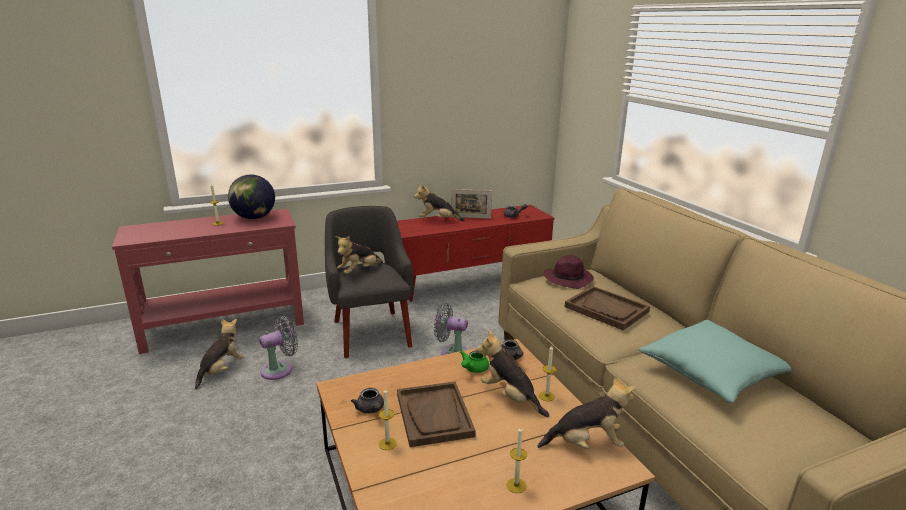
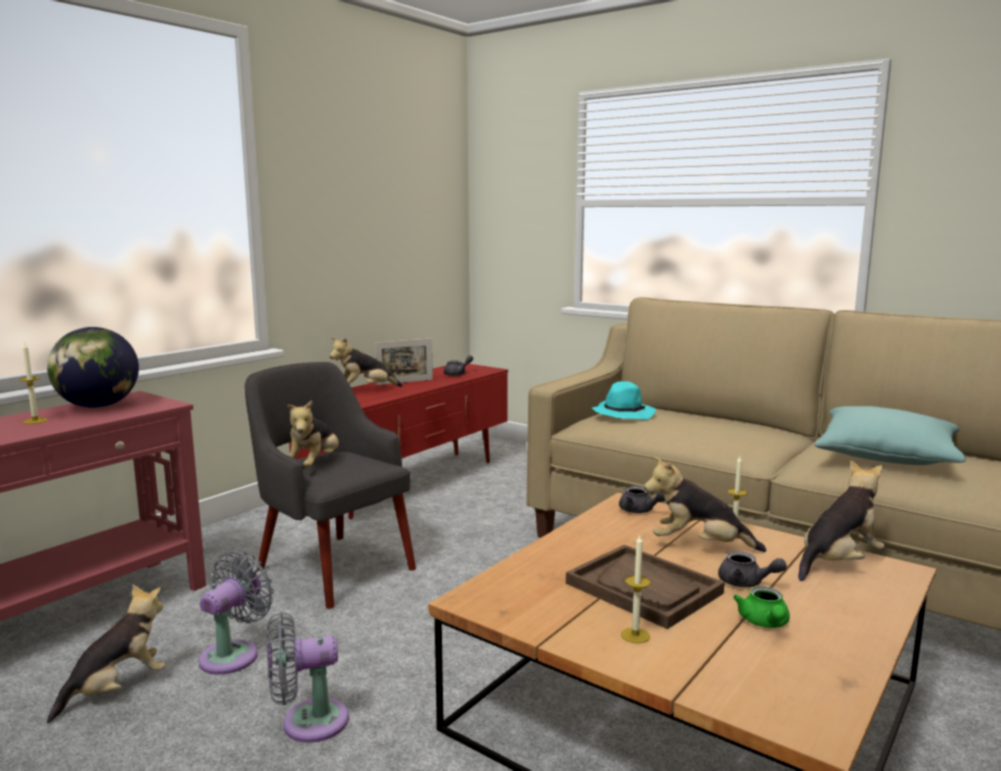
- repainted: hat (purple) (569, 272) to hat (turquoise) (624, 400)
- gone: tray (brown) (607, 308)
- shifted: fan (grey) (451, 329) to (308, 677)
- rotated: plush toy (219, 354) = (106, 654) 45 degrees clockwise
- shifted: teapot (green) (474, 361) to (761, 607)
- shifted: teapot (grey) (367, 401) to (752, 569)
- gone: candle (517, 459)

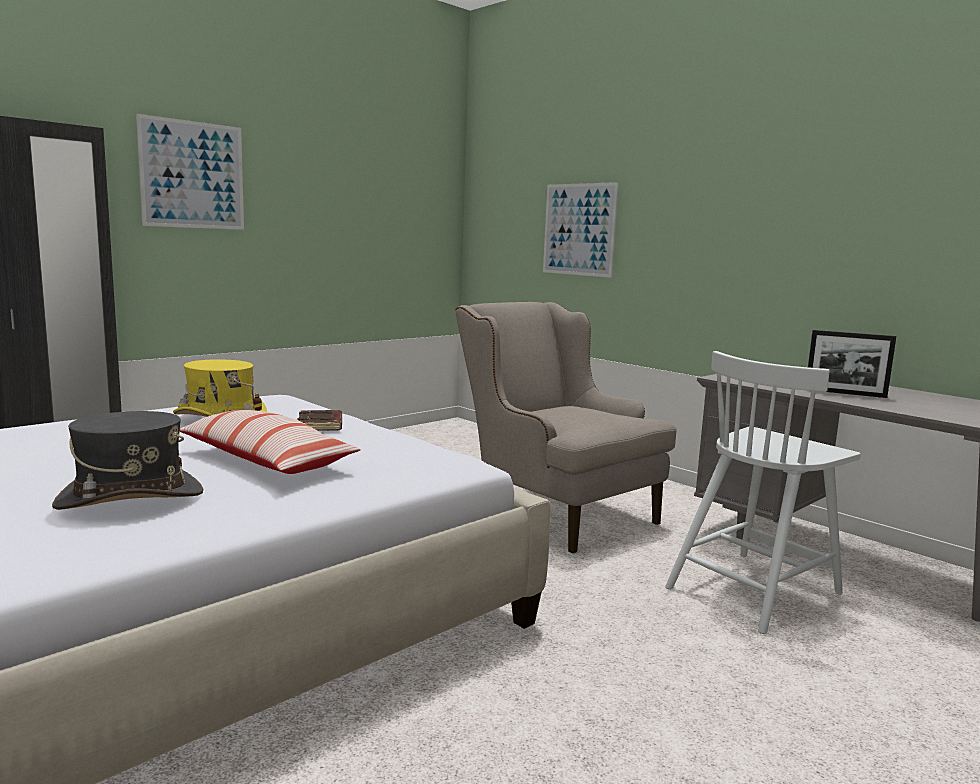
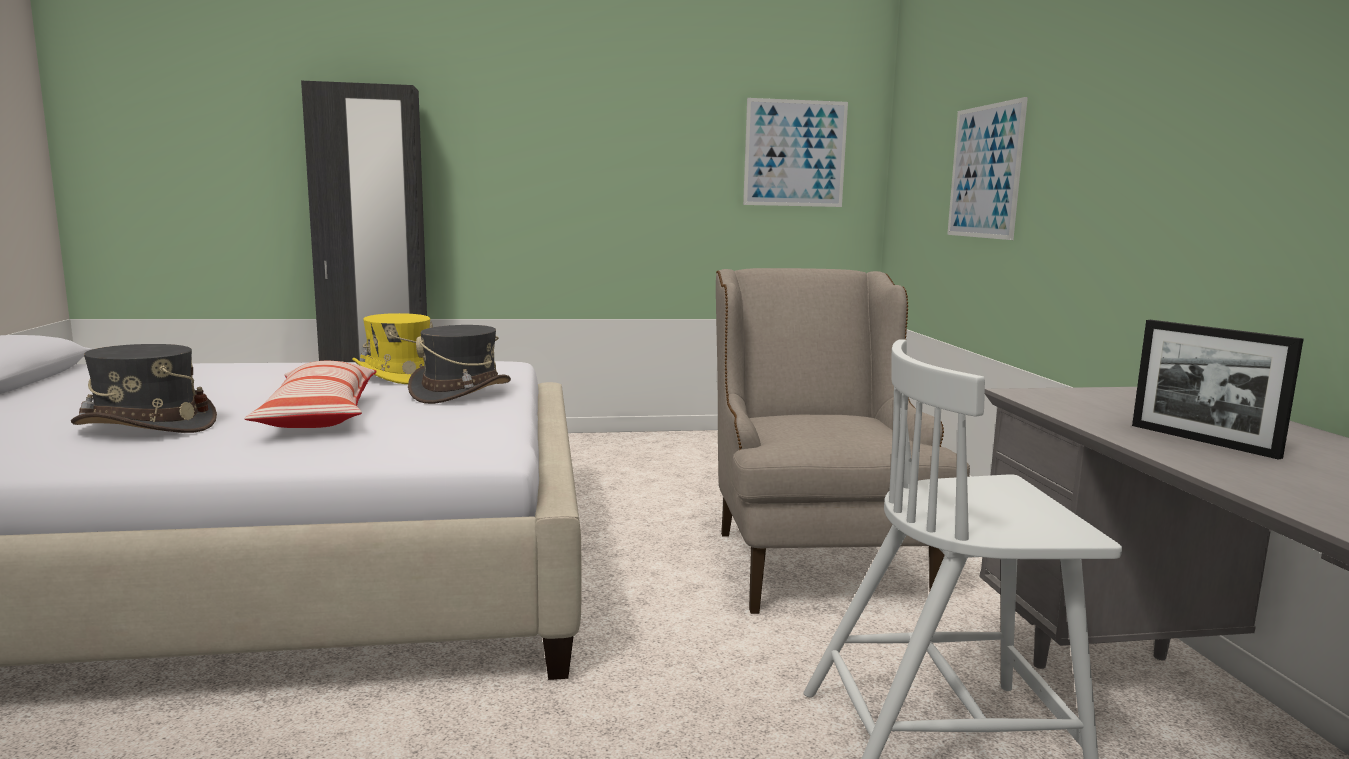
- shifted: picture (190, 172) to (795, 152)
- swapped: book (brown) (319, 420) to hat (grey) (459, 364)

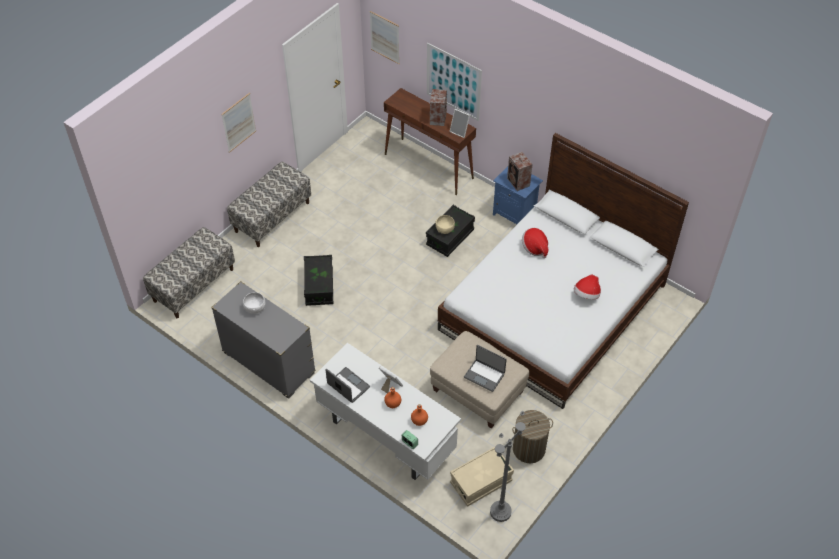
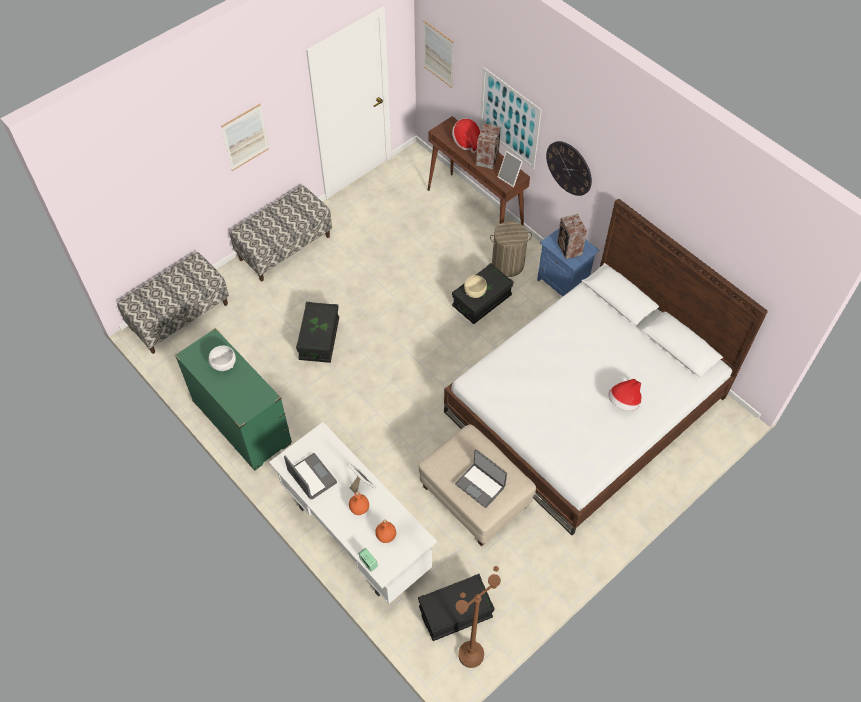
- shifted: hat (535, 243) to (466, 136)
- repainted: dresser (grey) (263, 340) to dresser (green) (233, 399)
- shifted: laundry basket (532, 436) to (511, 249)
- repainted: floor lamp (grey) (508, 466) to floor lamp (brown) (478, 617)
- repainted: storage box (beige) (482, 477) to storage box (black) (456, 607)
- new: wall clock (569, 168)

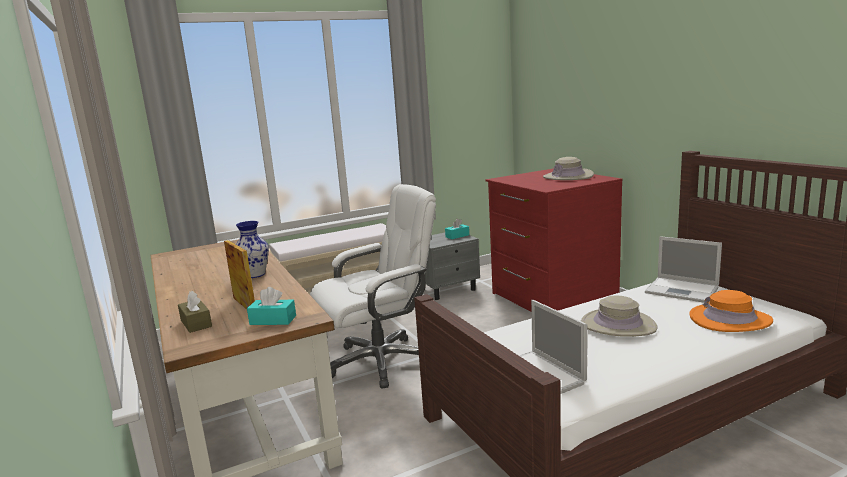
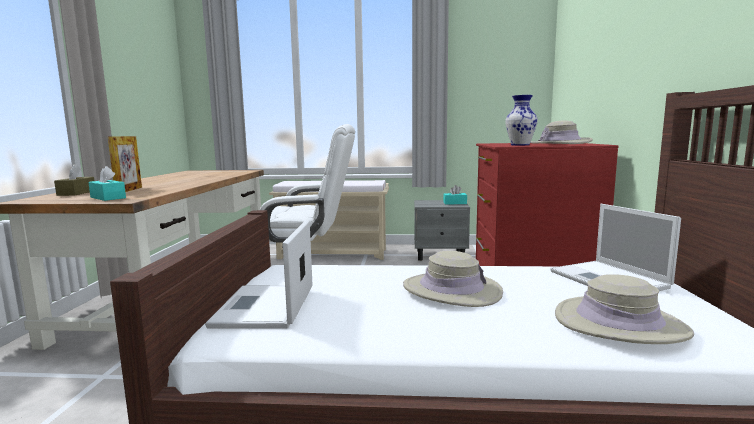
- shifted: vase (252, 249) to (521, 120)
- repainted: hat (orange) (731, 311) to hat (beige) (624, 309)

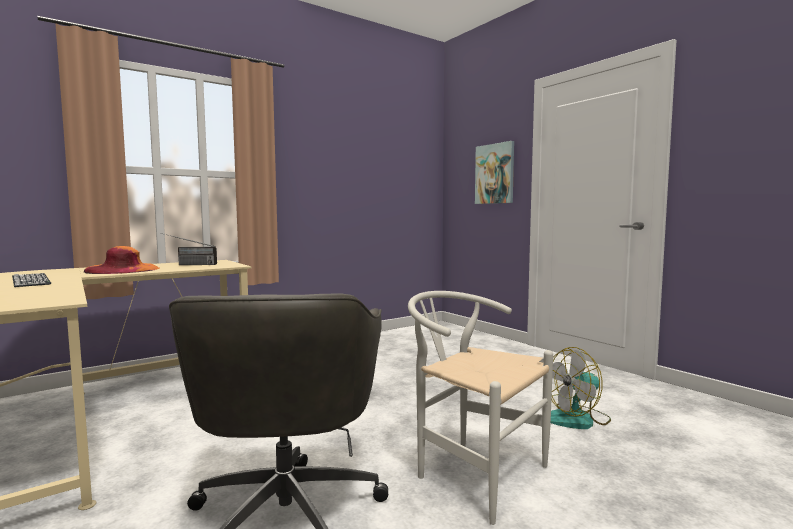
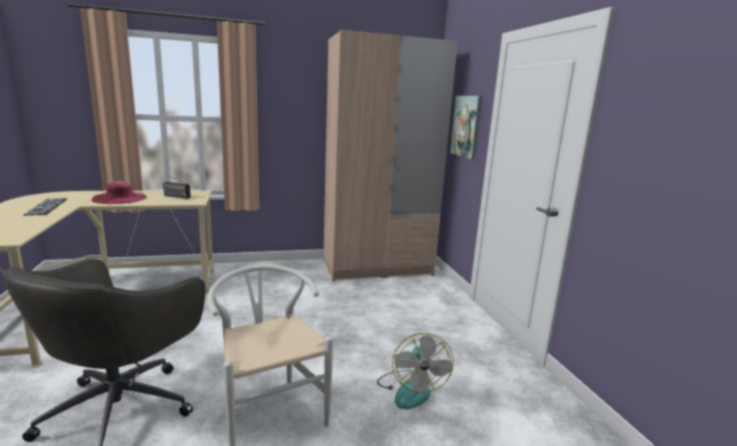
- repainted: hat (orange) (121, 260) to hat (pink) (119, 192)
- rotated: fan (581, 388) = (415, 371) 90 degrees counterclockwise
- new: wardrobe (beige) (390, 155)

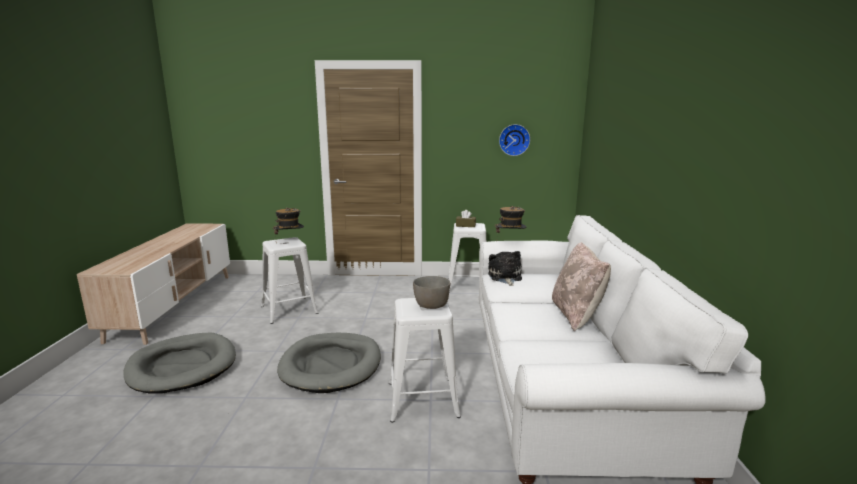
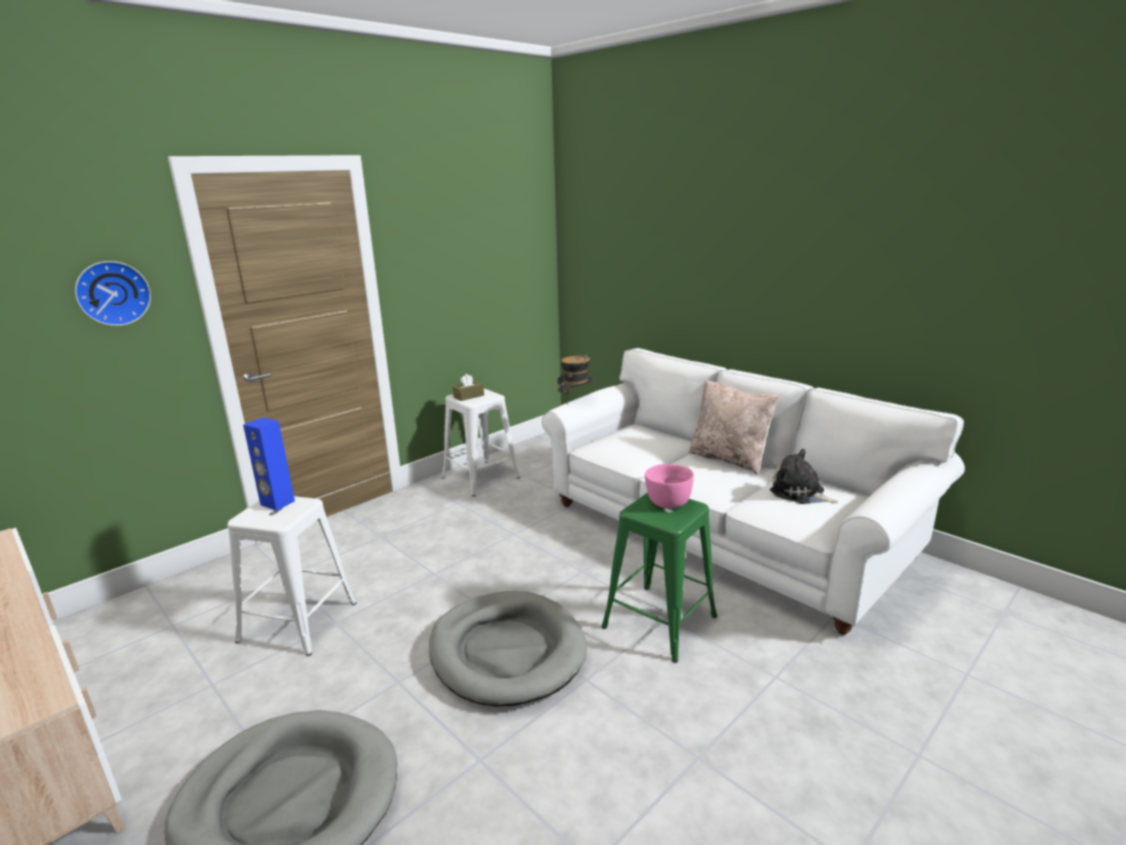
- shifted: wall clock (514, 140) to (113, 293)
- swapped: hat (288, 222) to speaker (blue) (269, 464)
- shifted: plush toy (505, 268) to (804, 476)
- repainted: bowl (grey) (432, 292) to bowl (pink) (669, 486)
- repainted: stool (white) (425, 360) to stool (green) (659, 577)

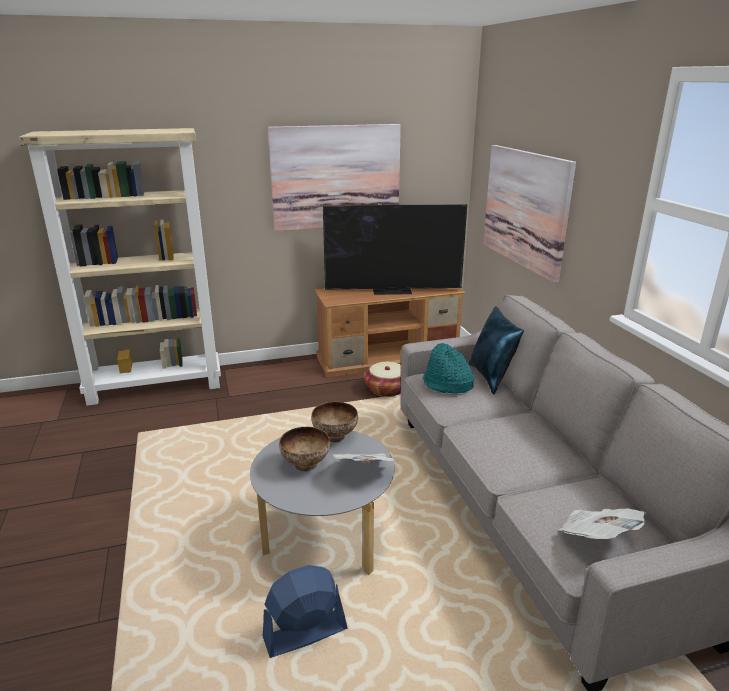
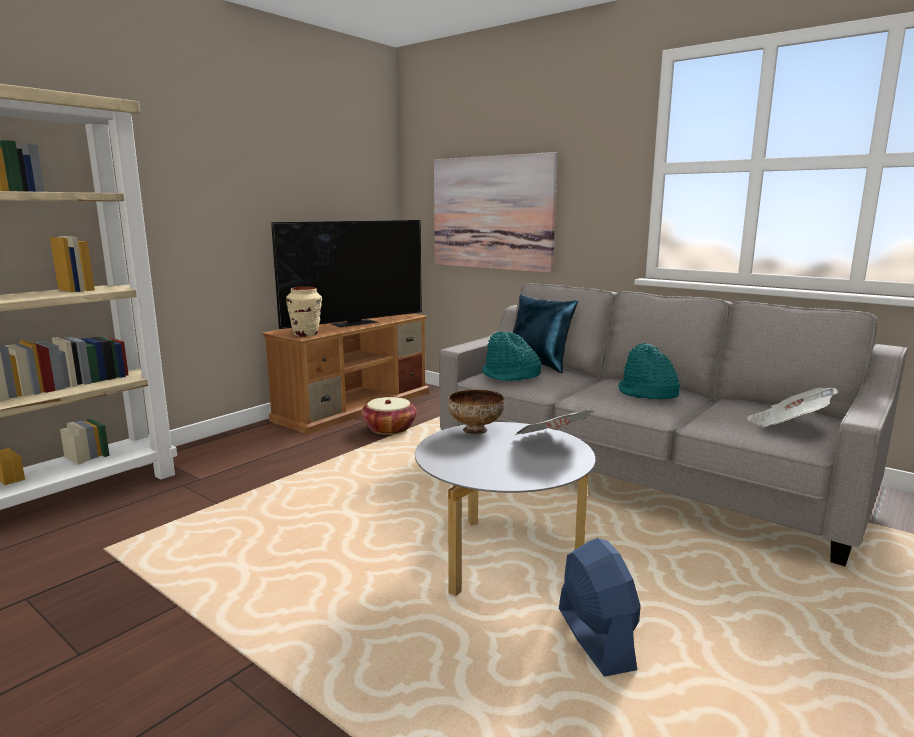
- gone: picture (334, 177)
- gone: bowl (304, 449)
- rotated: fan (blue) (305, 611) = (600, 607) 135 degrees clockwise
- new: vase (beige) (304, 311)
- new: hat (turquoise) (649, 371)

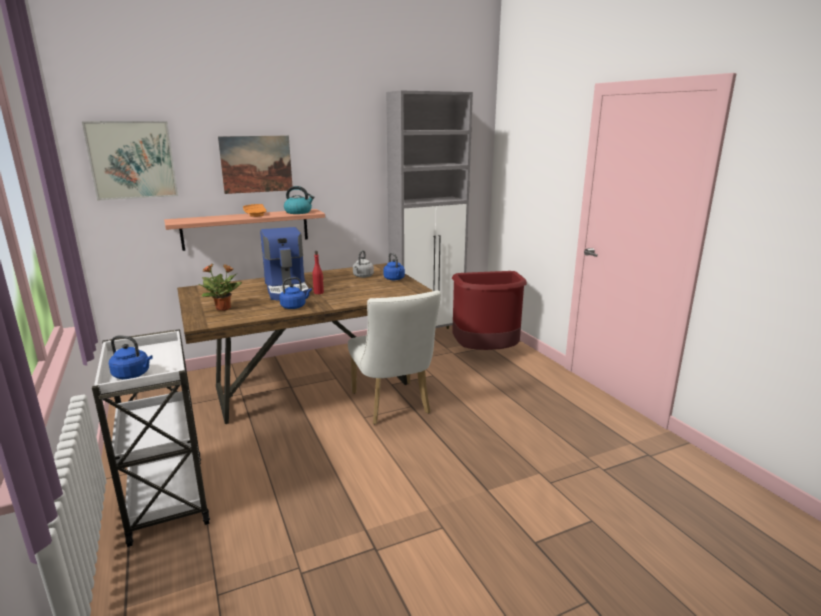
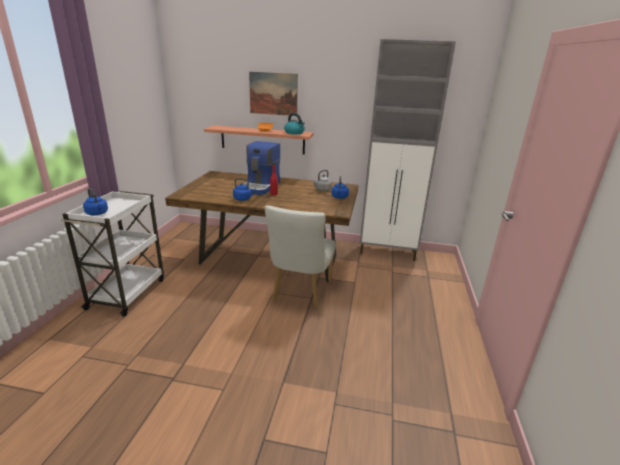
- gone: picture (130, 161)
- gone: potted plant (220, 287)
- gone: trash can (red) (489, 310)

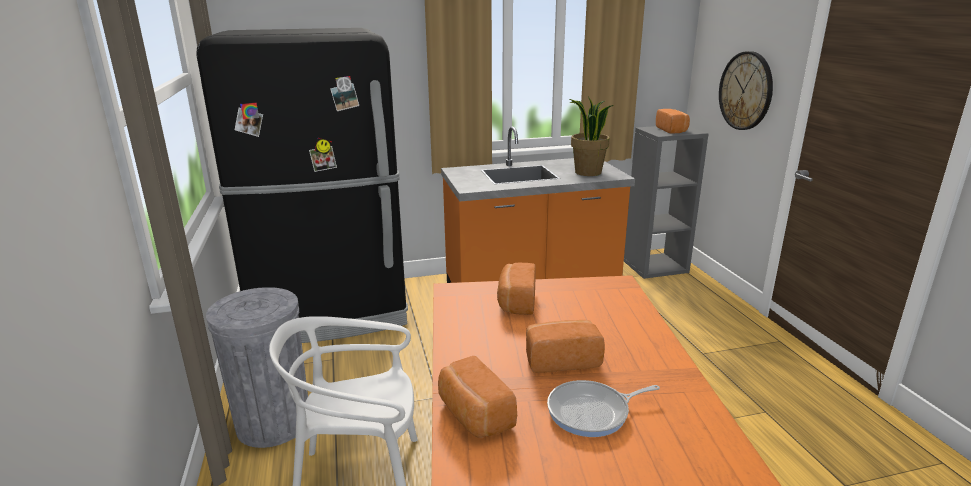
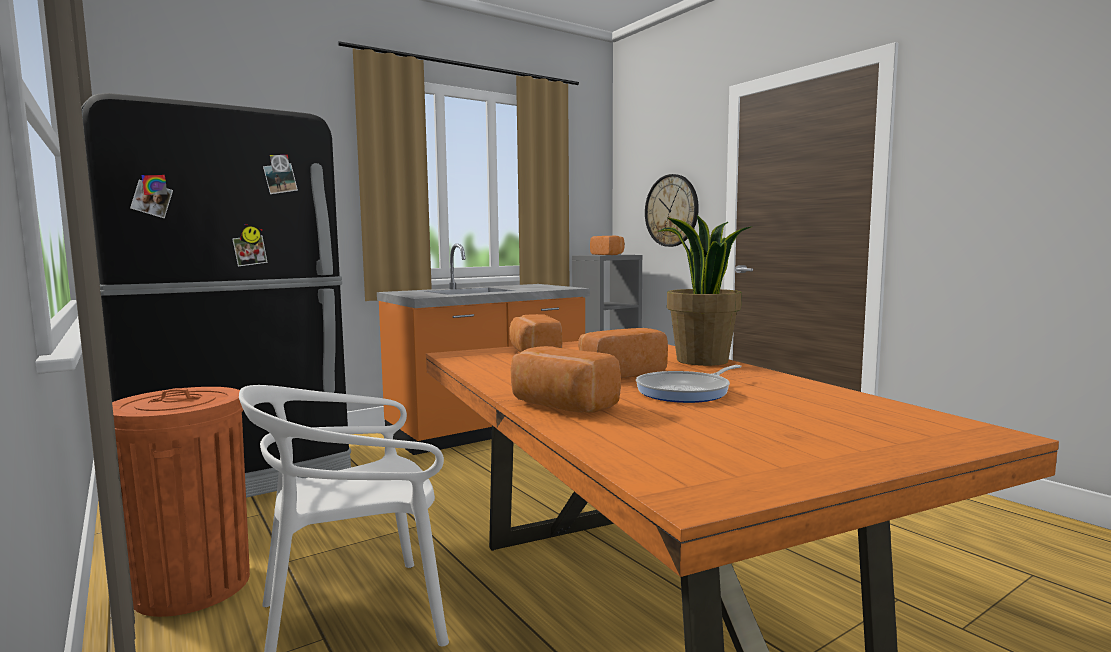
- shifted: potted plant (592, 136) to (705, 290)
- repainted: trash can (grey) (257, 367) to trash can (orange) (181, 502)

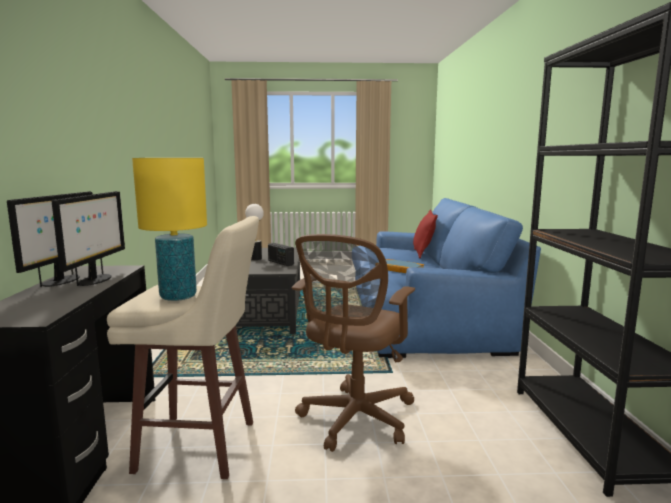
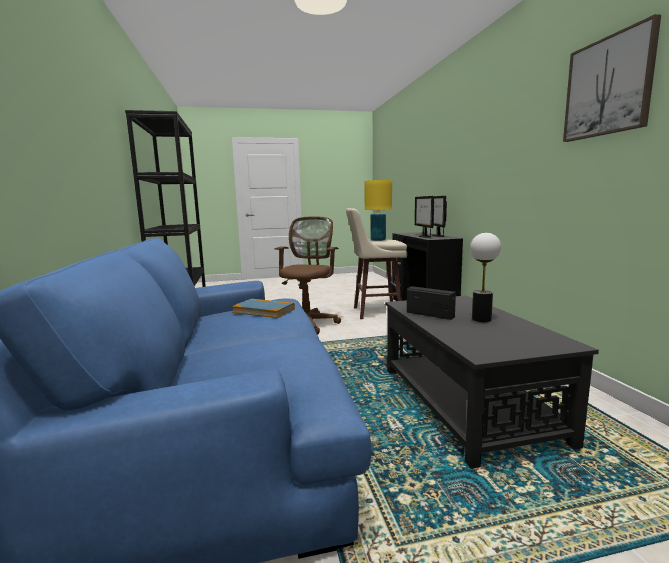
- gone: pillow (red) (425, 234)
- new: picture (612, 78)

